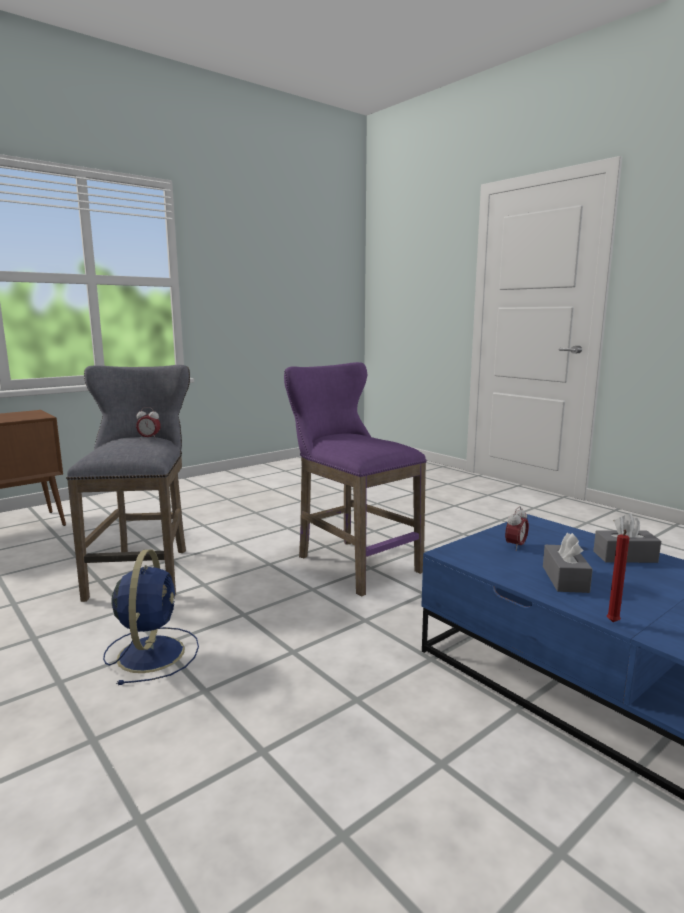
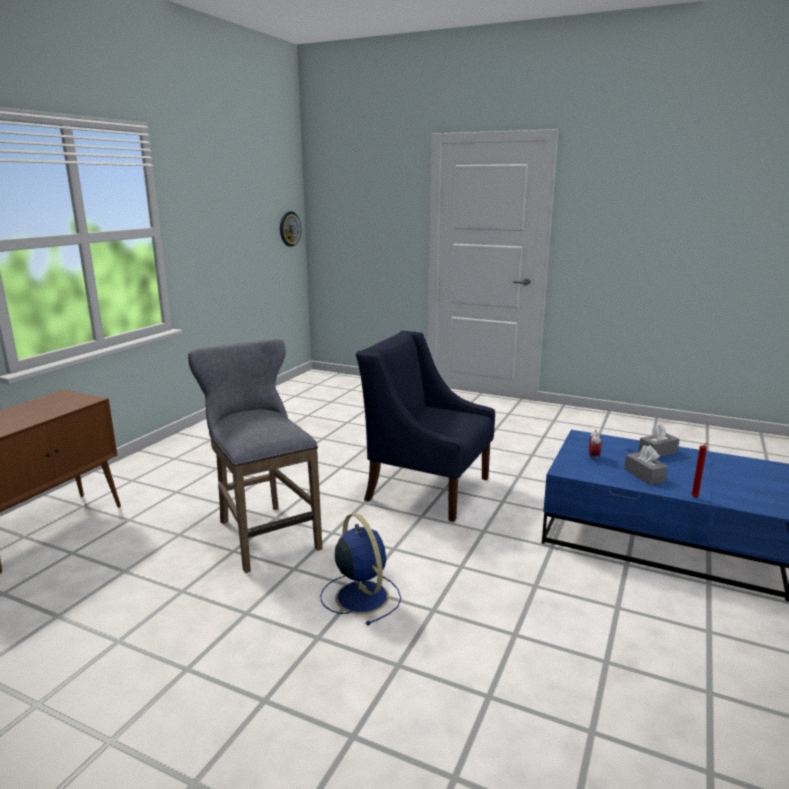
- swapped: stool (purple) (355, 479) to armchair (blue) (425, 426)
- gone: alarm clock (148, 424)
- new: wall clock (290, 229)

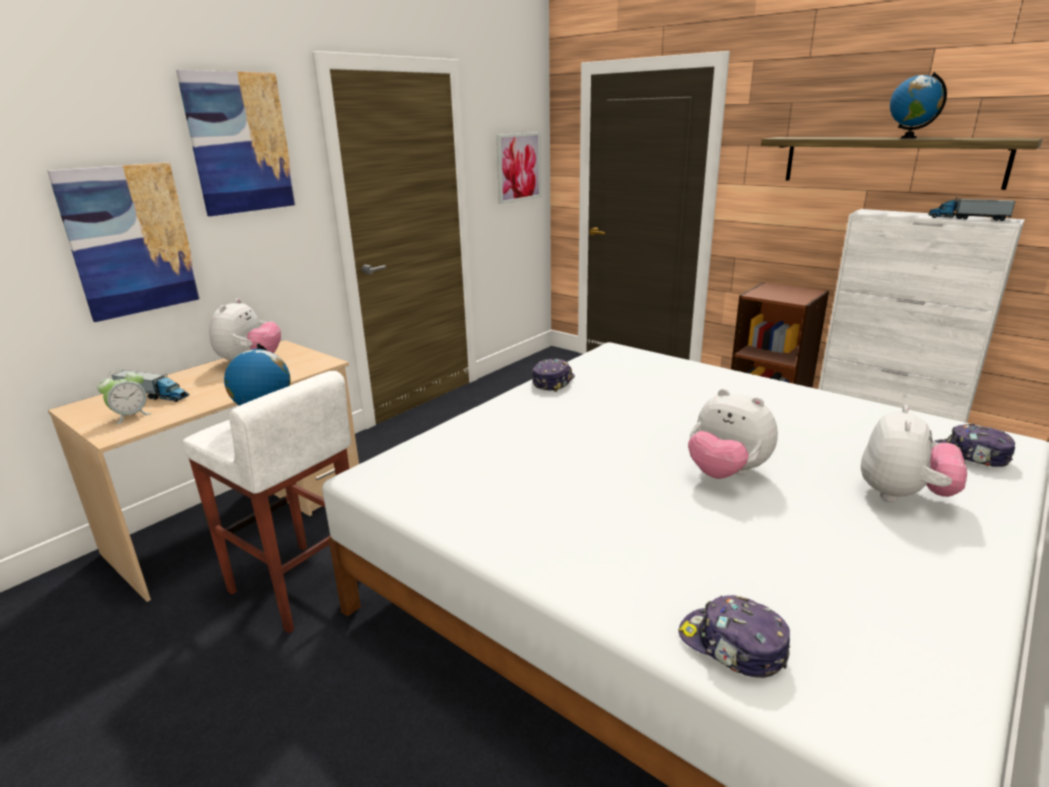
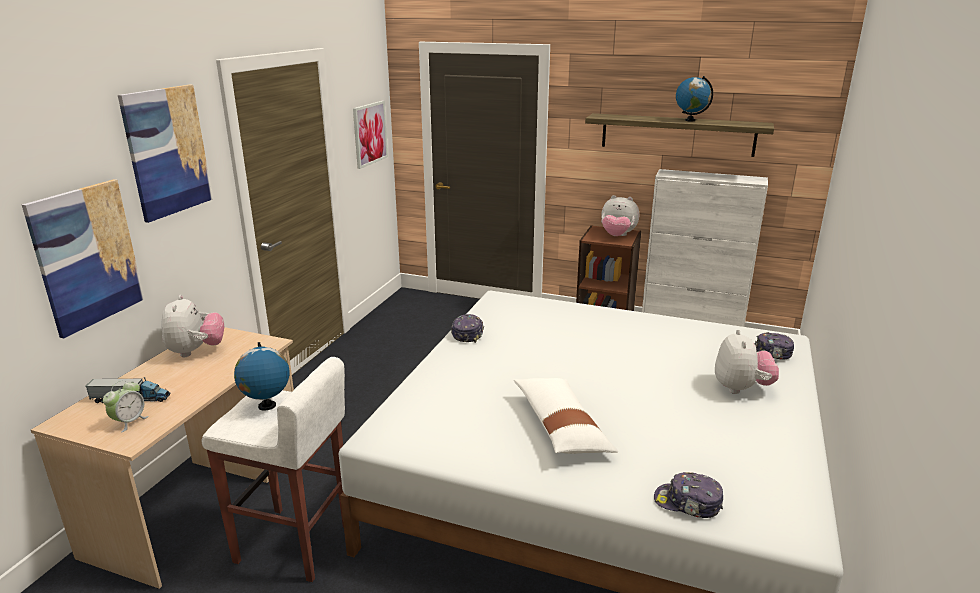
- gone: toy truck (972, 209)
- shifted: plush toy (733, 434) to (620, 215)
- new: pillow (white) (566, 416)

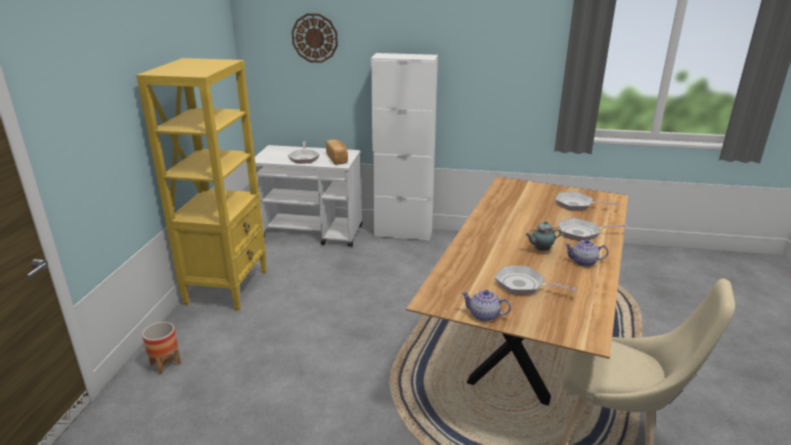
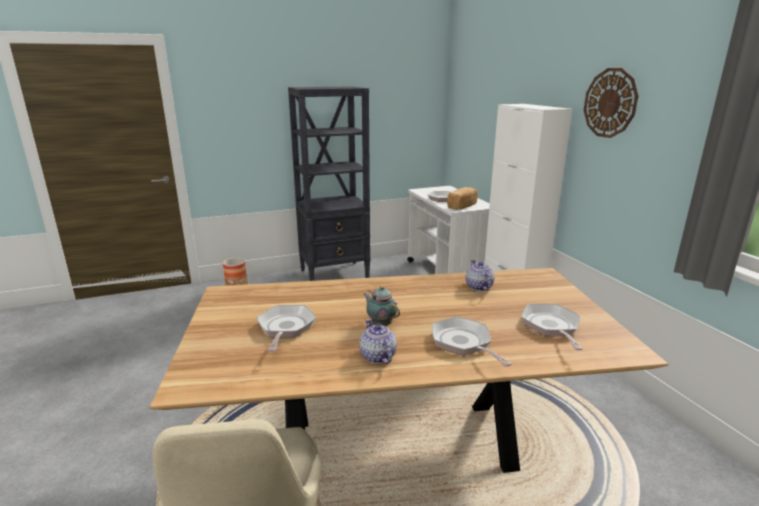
- shifted: wall clock (314, 38) to (611, 103)
- repainted: bookcase (yellow) (201, 184) to bookcase (black) (329, 183)
- shifted: teapot (486, 306) to (480, 275)

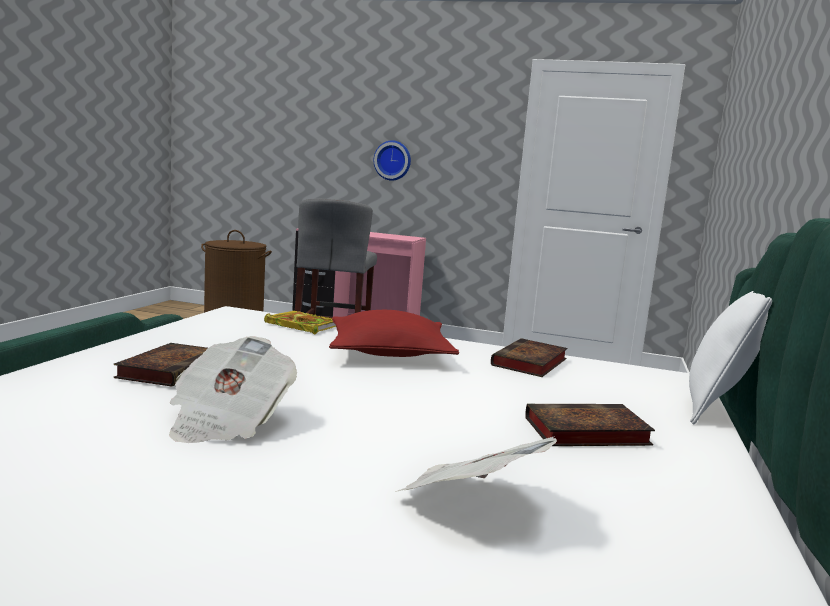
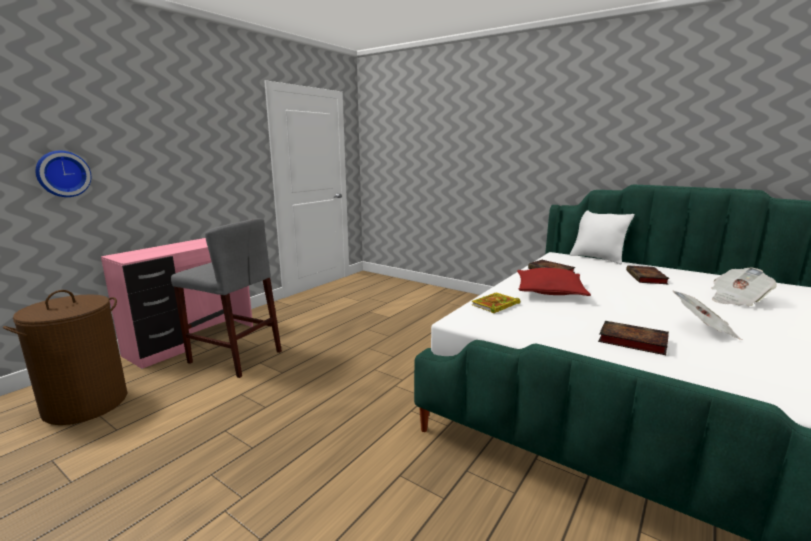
- shifted: wall clock (392, 161) to (63, 174)

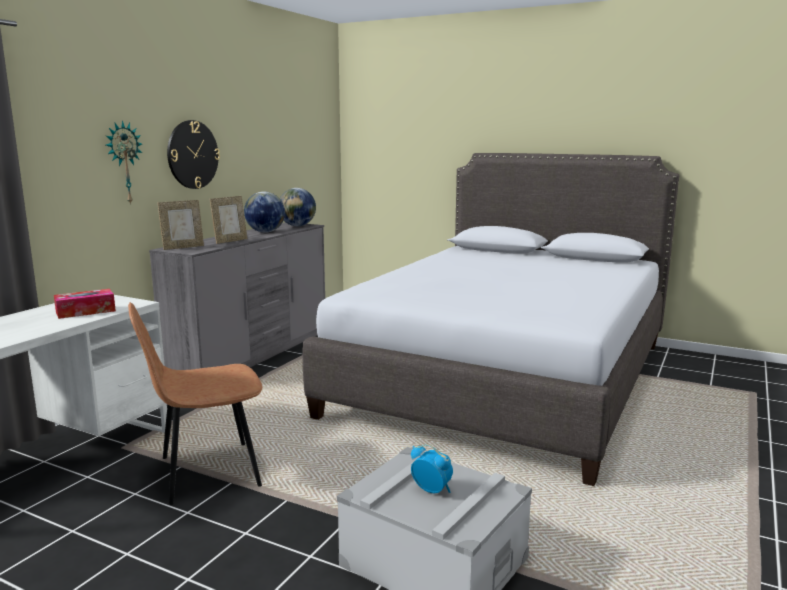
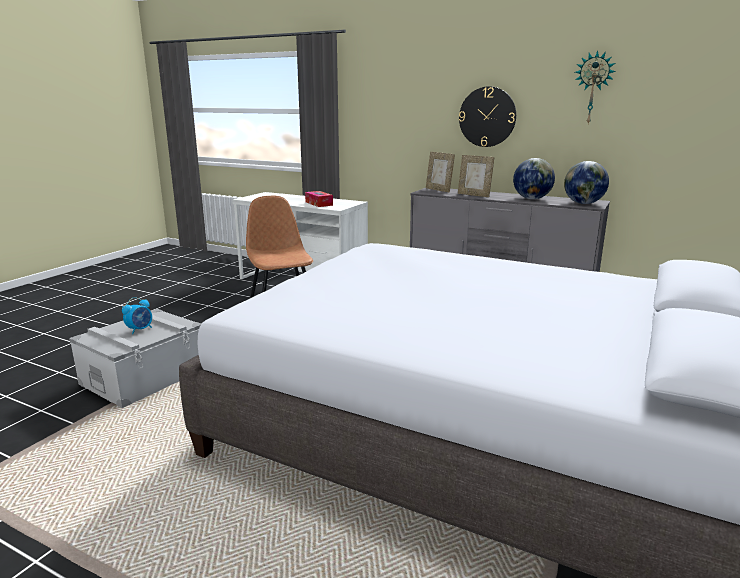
- shifted: wall clock (124, 162) to (595, 87)

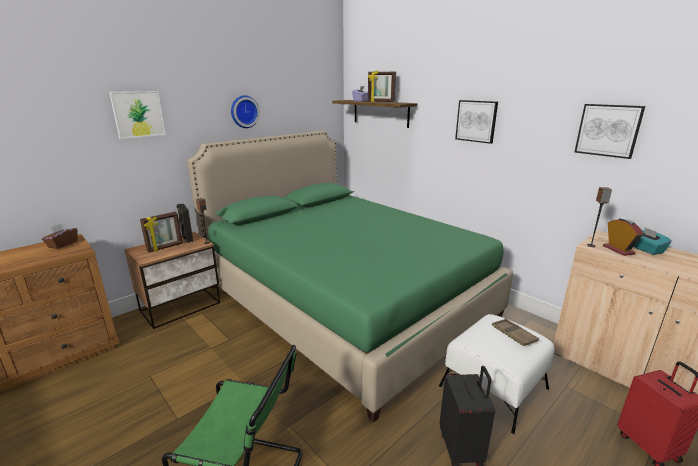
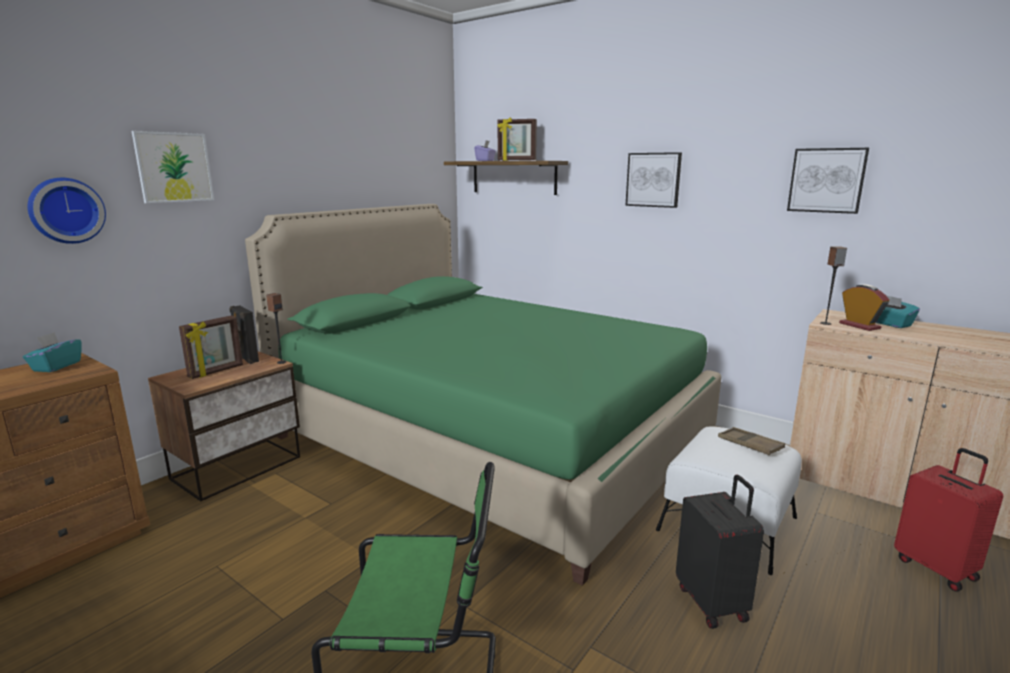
- shifted: wall clock (245, 111) to (66, 211)
- repainted: tissue box (brown) (60, 236) to tissue box (turquoise) (52, 352)

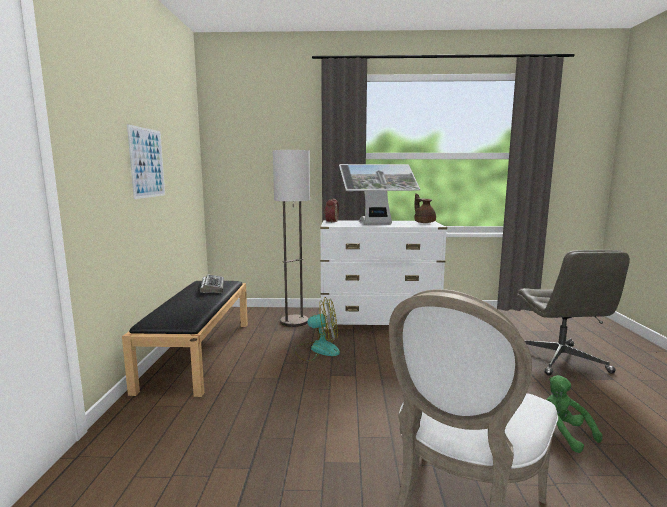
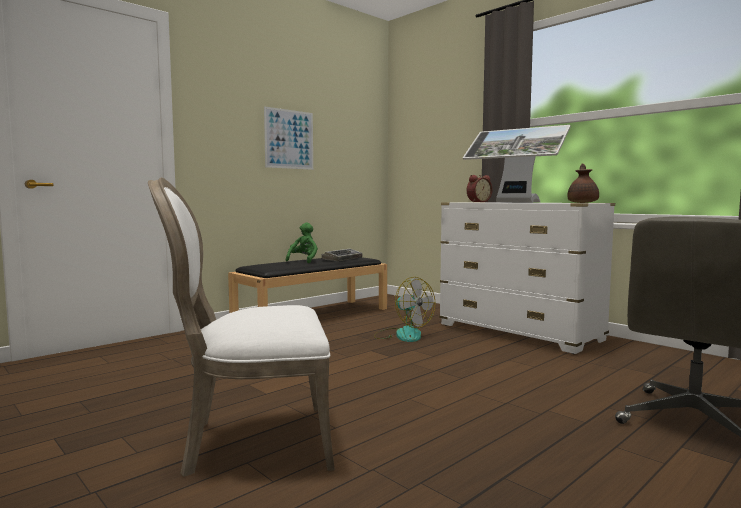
- gone: floor lamp (291, 238)
- shifted: plush toy (green) (574, 414) to (302, 243)

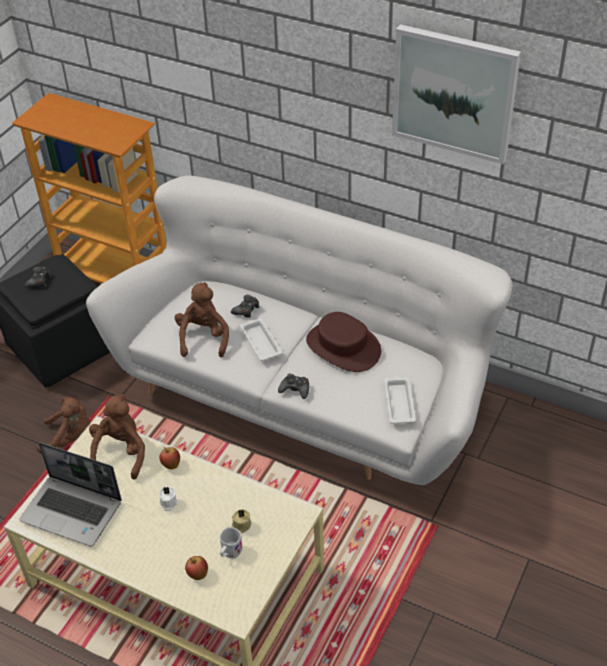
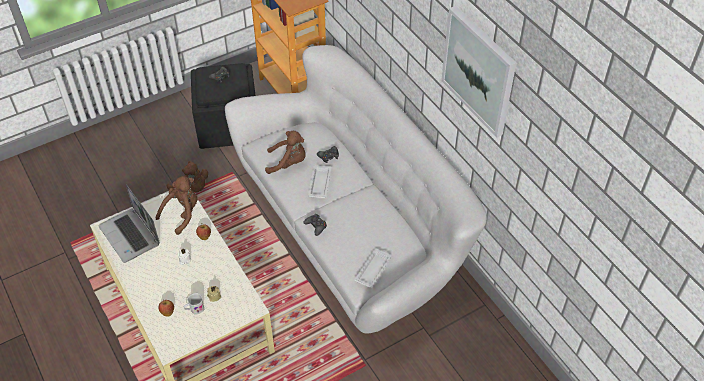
- rotated: plush toy (brown) (202, 319) = (285, 152) 60 degrees clockwise
- gone: hat (brown) (343, 342)

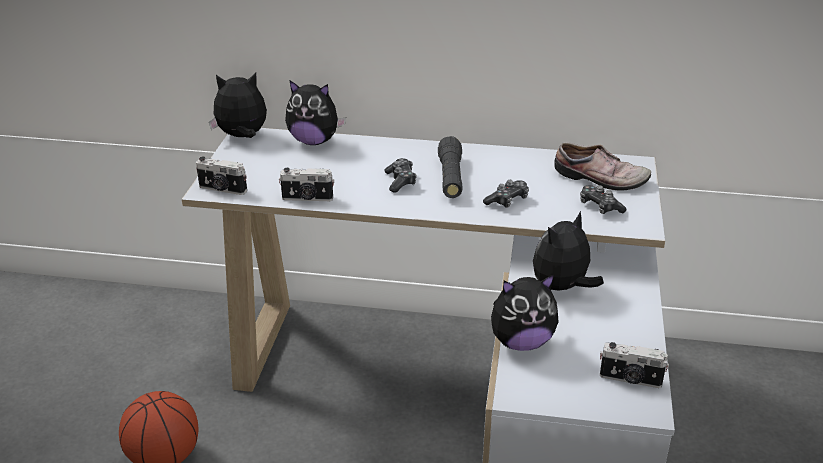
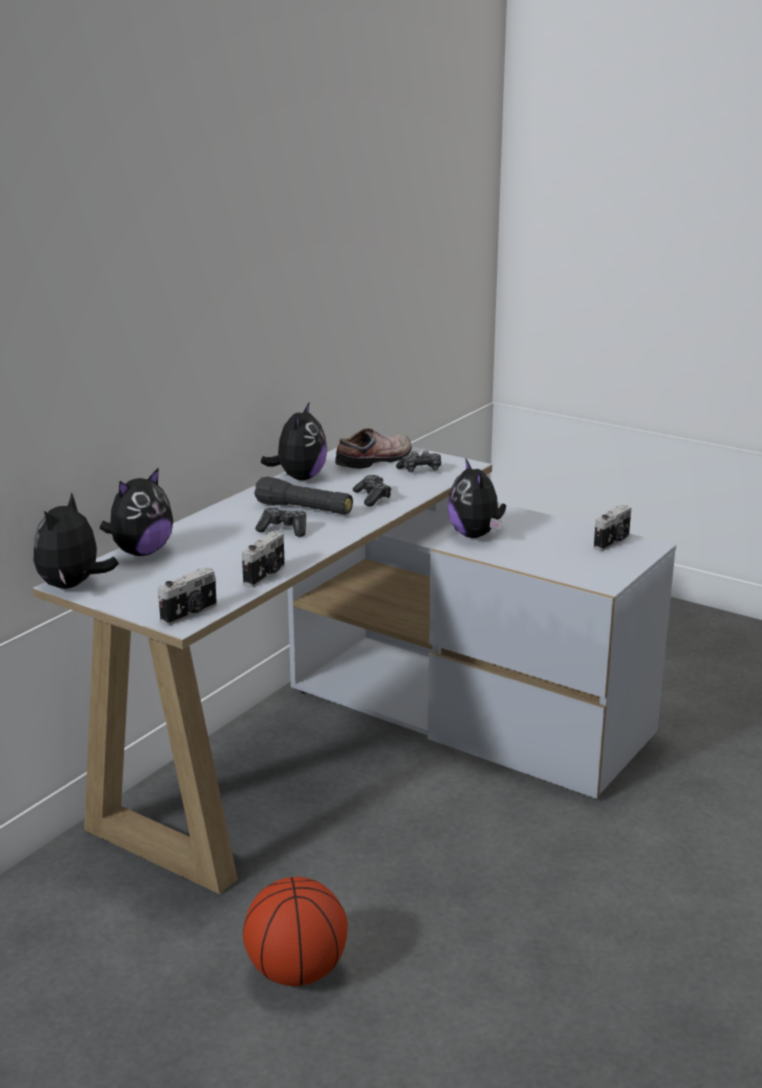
- shifted: plush toy (525, 312) to (294, 441)

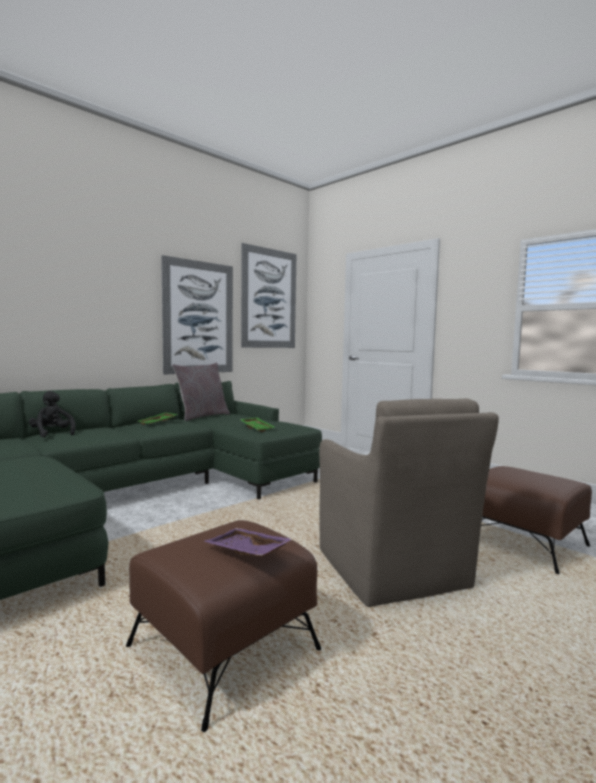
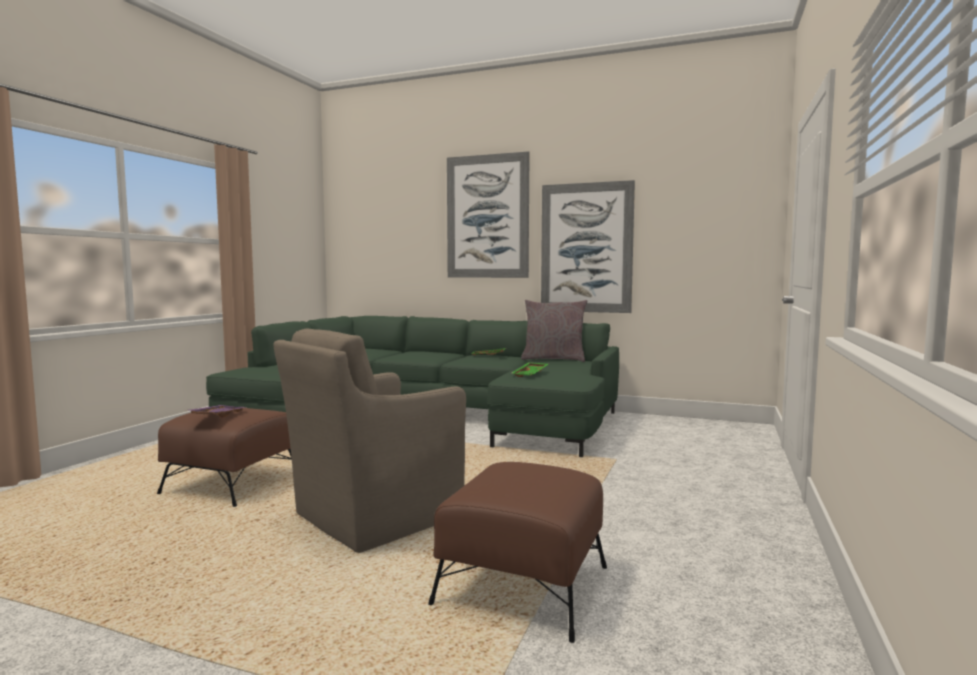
- shifted: picture (269, 295) to (488, 214)
- gone: plush toy (black) (52, 414)

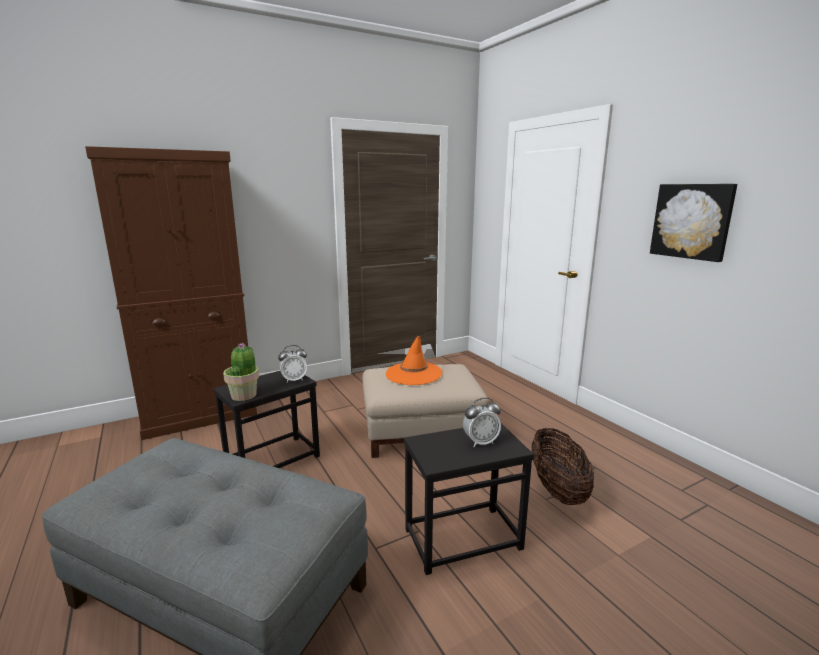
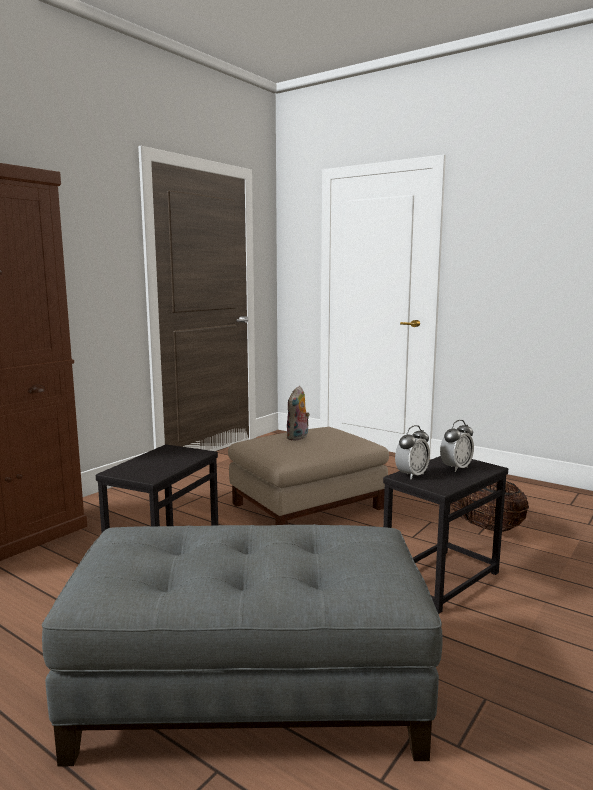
- gone: picture (693, 223)
- swapped: hat (orange) (413, 360) to plush toy (298, 413)
- gone: potted plant (241, 372)
- shifted: alarm clock (292, 363) to (412, 452)

